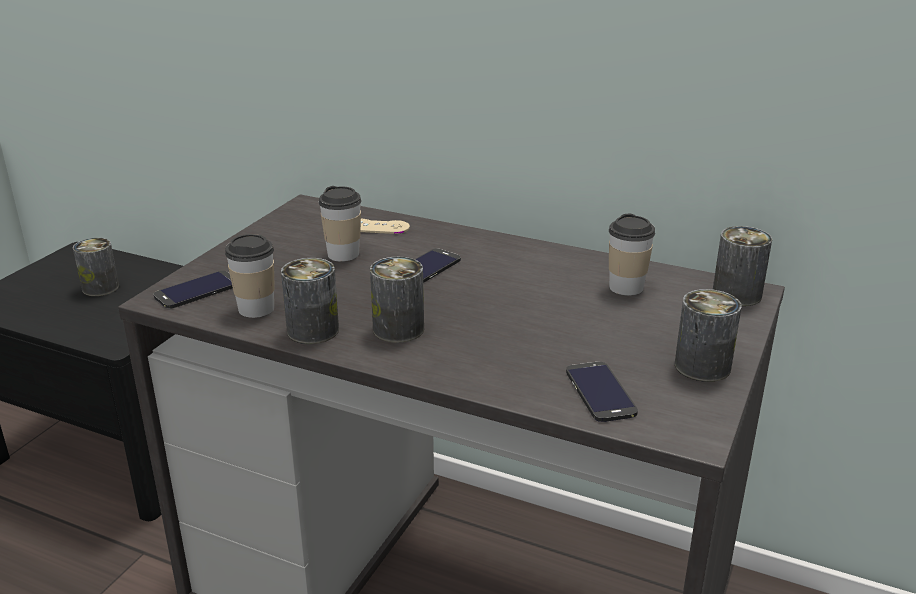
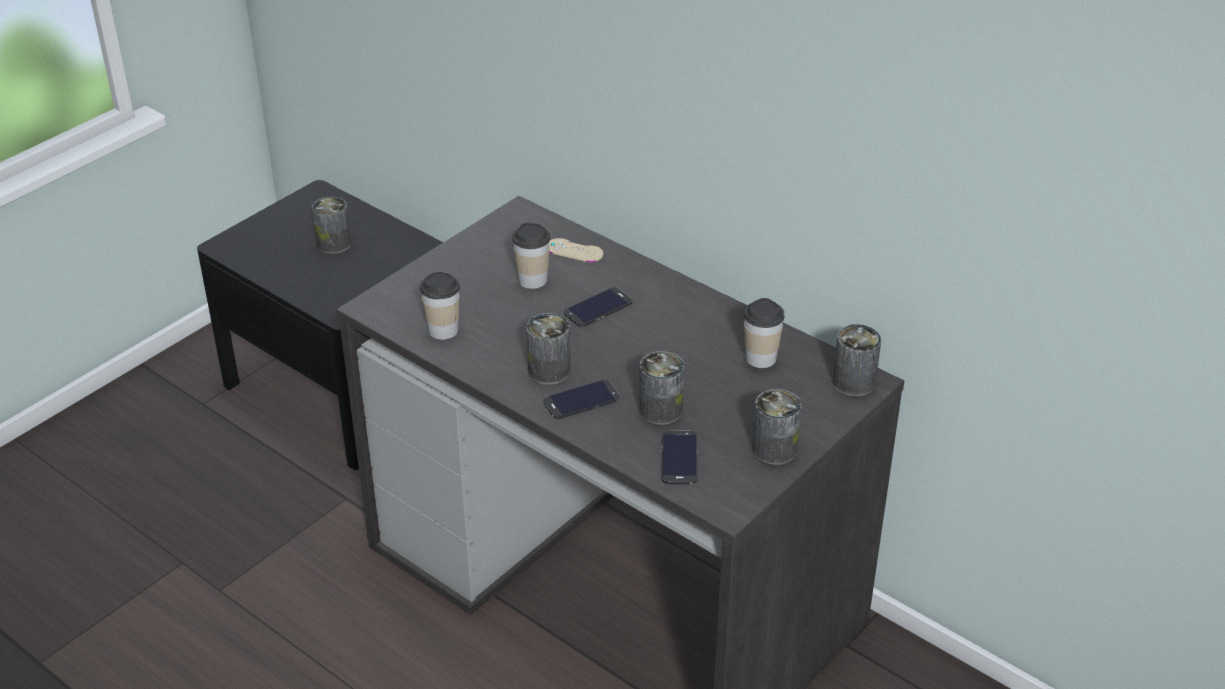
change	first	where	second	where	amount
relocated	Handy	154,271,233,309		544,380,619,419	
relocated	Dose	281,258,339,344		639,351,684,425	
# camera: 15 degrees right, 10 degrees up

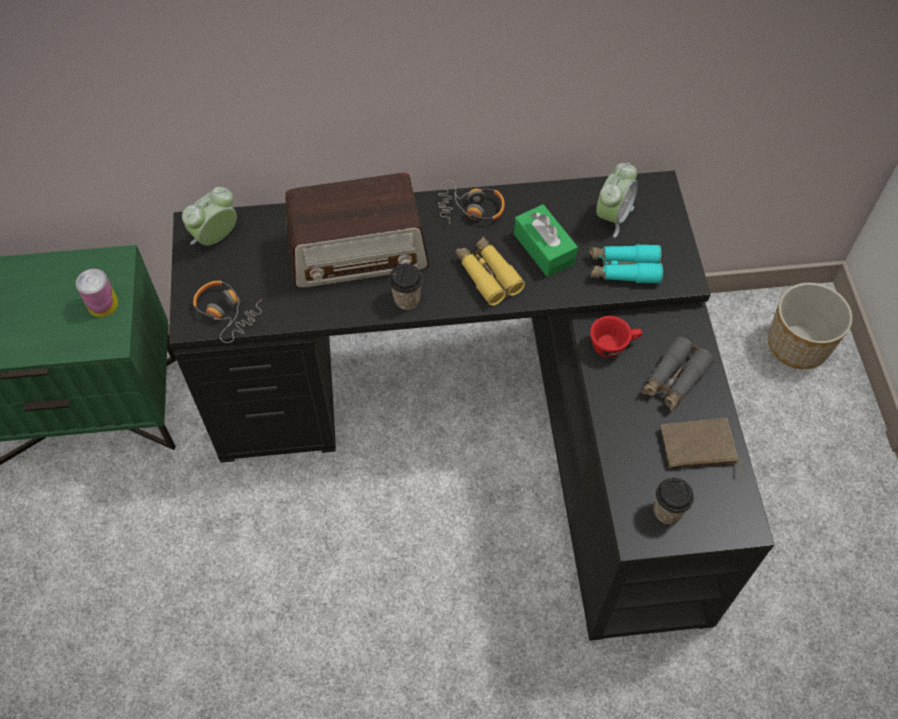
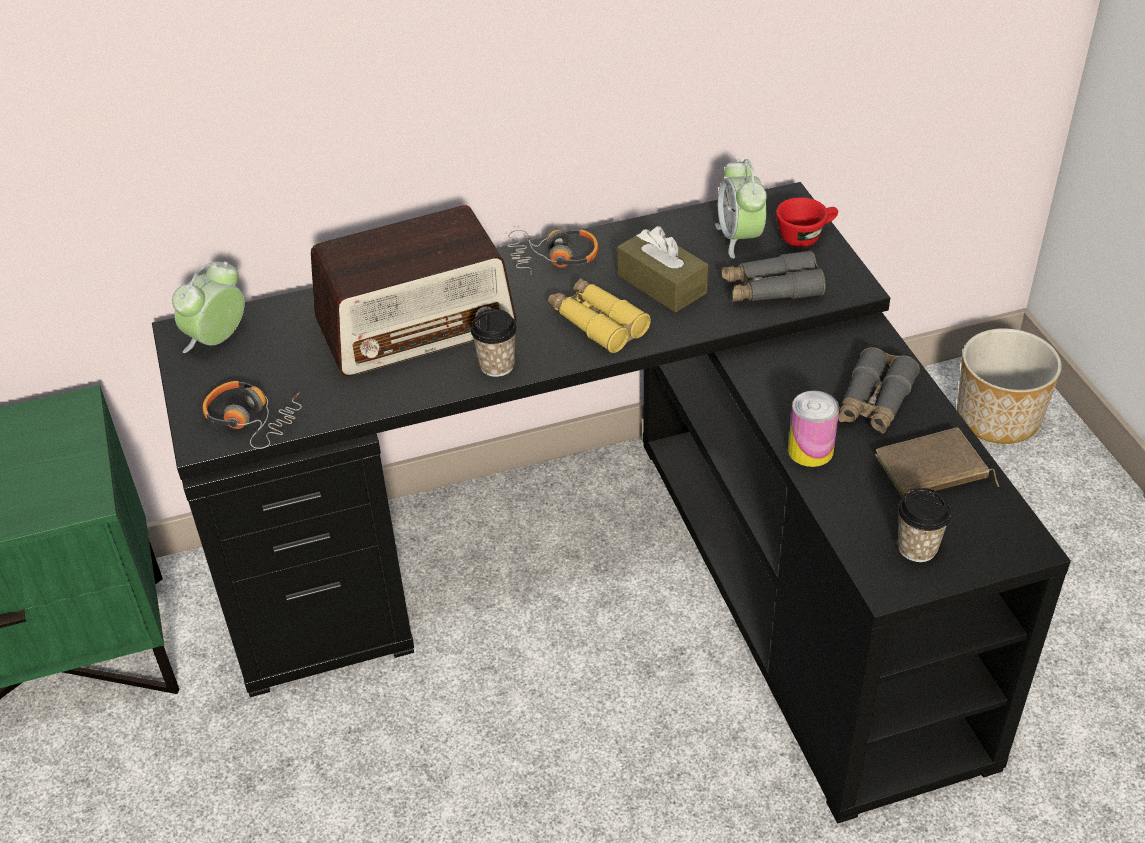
change	first	where	second	where	amount
relocated	Dose	76,269,118,317		788,391,839,467	
colour	Taschentuchbox (grün)	514,204,578,277	Taschentuchbox (braun)	617,226,708,312	
colour	Fernglas (türkis)	589,244,663,284	Fernglas (grau)	721,250,826,302	
relocated	Tasse (rot)	590,316,642,358		776,197,838,247	
spun	Wecker	596,163,638,238		715,159,767,259	150 degrees clockwise
# camera: 10 degrees left, 15 degrees down

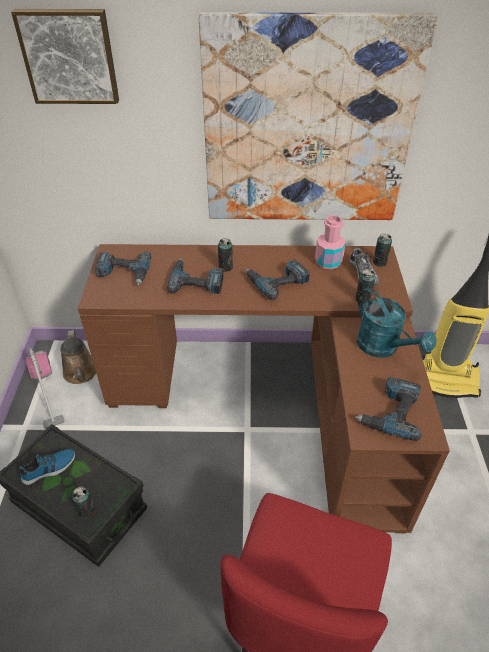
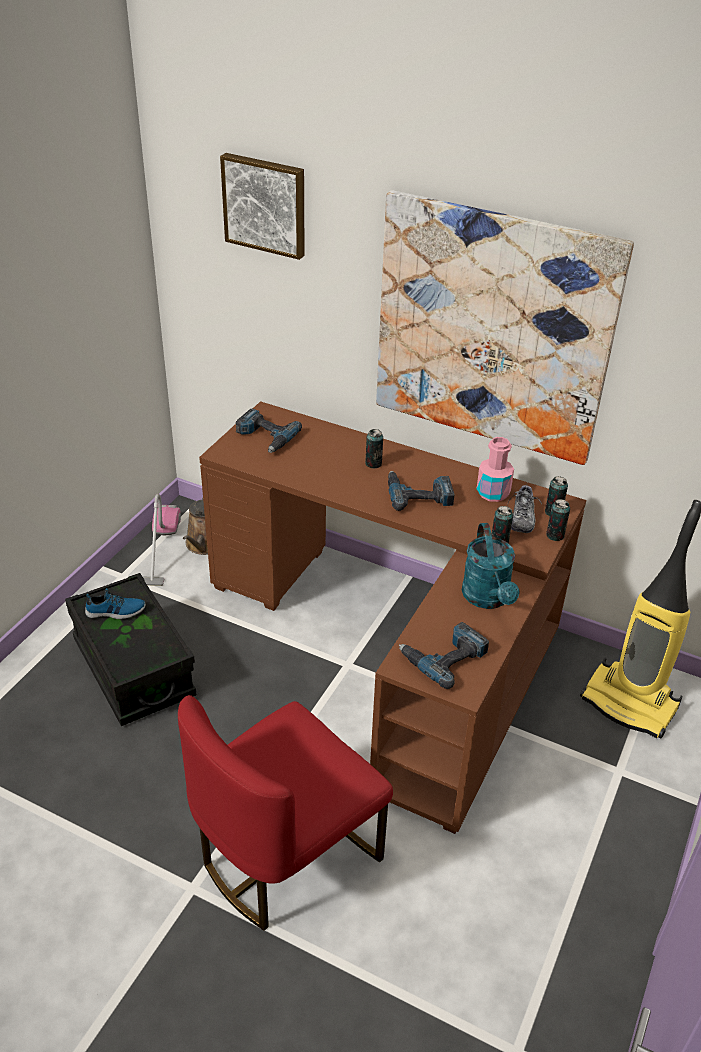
change	first	where	second	where	amount
relocated	Dose	72,487,95,519		546,499,570,541	
missing	Bohrmaschine	167,259,224,294			
# camera: 25 degrees right, 5 degrees down

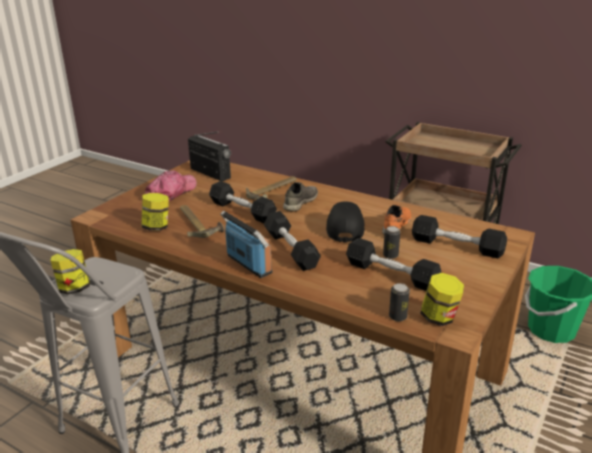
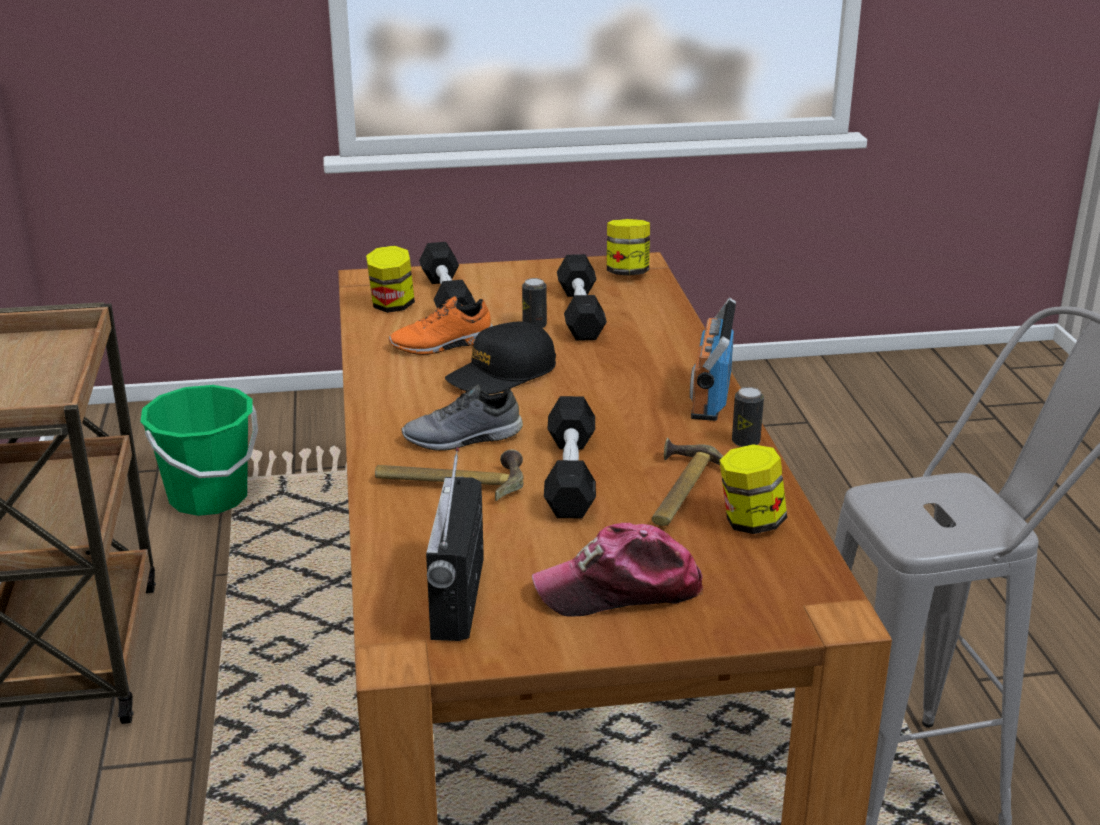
change	first	where	second	where	amount
relocated	Vorratsglas	50,249,90,294		366,246,415,313	
missing	Hantel (schwarz)	264,211,321,271			
relocated	Dose	389,283,410,321		732,387,764,447	
# camera: 130 degrees left, 0 degrees up

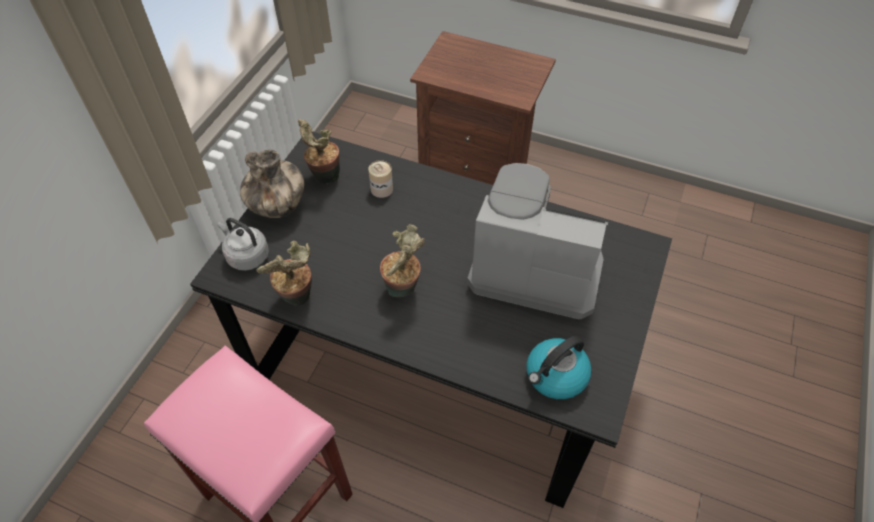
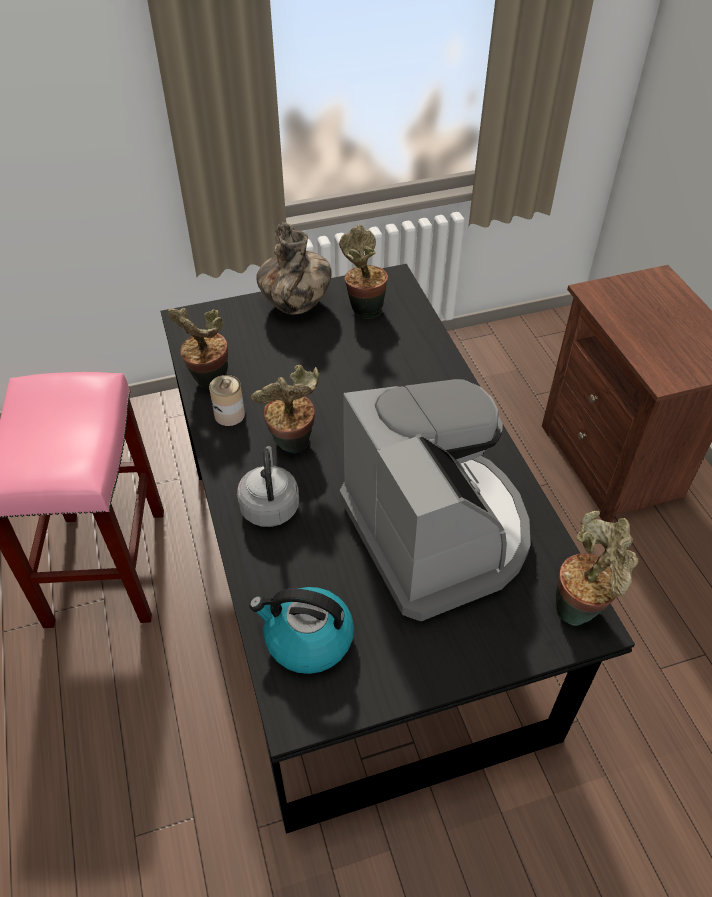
change	first	where	second	where	amount
relocated	Wasserkessel (grau)	218,218,269,271		237,446,299,527	
relocated	Dose	368,160,393,198		209,375,245,426	
appeared			Topfpflanze	555,511,638,626	
# camera: 50 degrees right, 5 degrees down

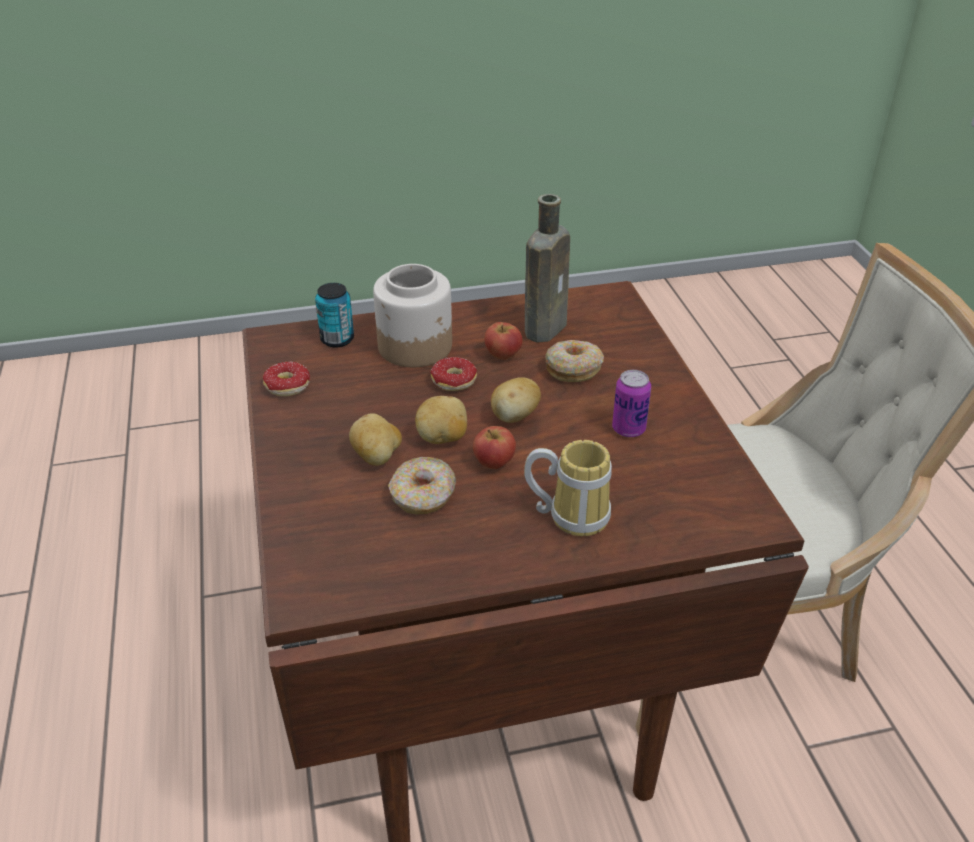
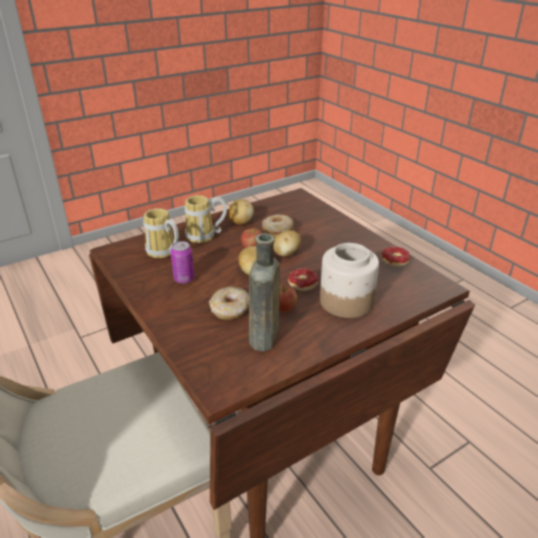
change	first	where	second	where	amount
missing	Dose	315,283,354,348			
relocated	Kartoffel	349,413,402,466		229,199,254,224	
appeared			Henkelbecher	143,208,179,258	
# camera: 160 degrees right, 5 degrees down

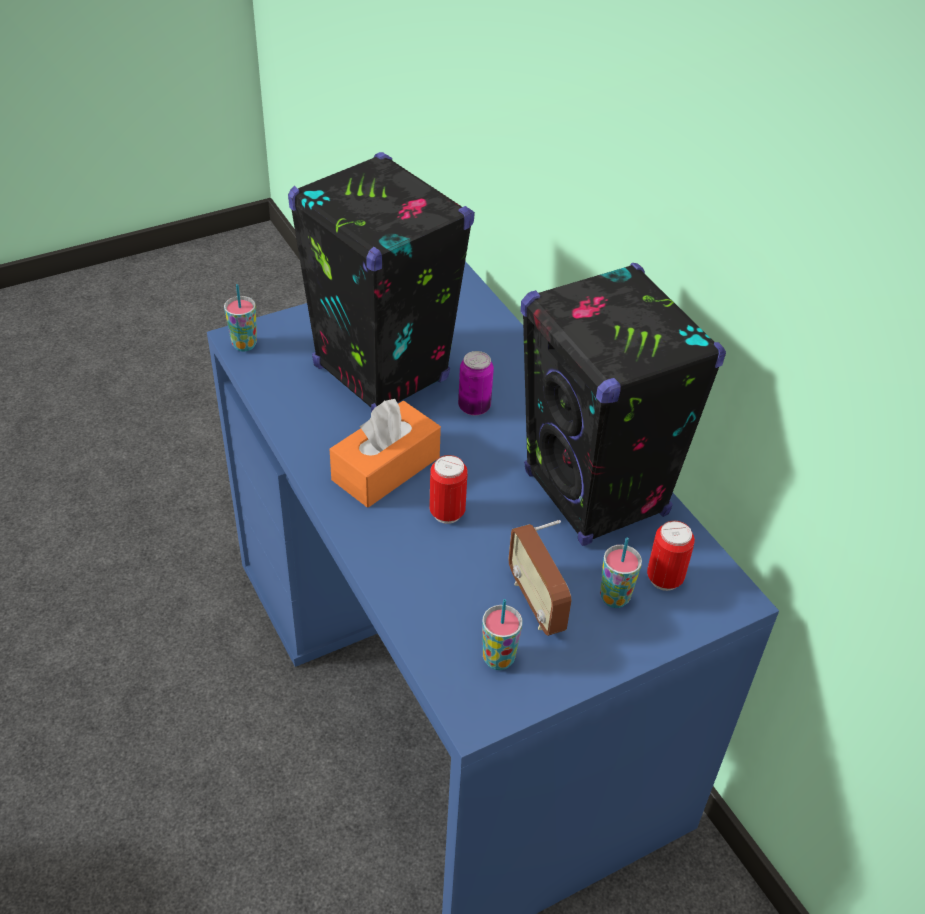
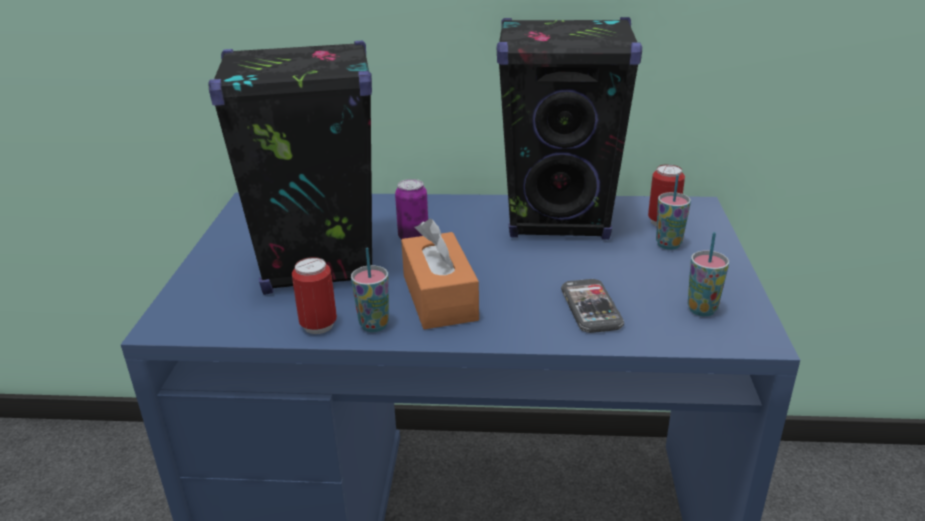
change	first	where	second	where	amount
relocated	Tasse	224,284,257,351		351,247,389,332	
relocated	Dose	429,455,468,524		292,257,337,334	
missing	Radio	508,520,572,636			
appeared			Handy	561,279,624,333	
# camera: 55 degrees left, 15 degrees down

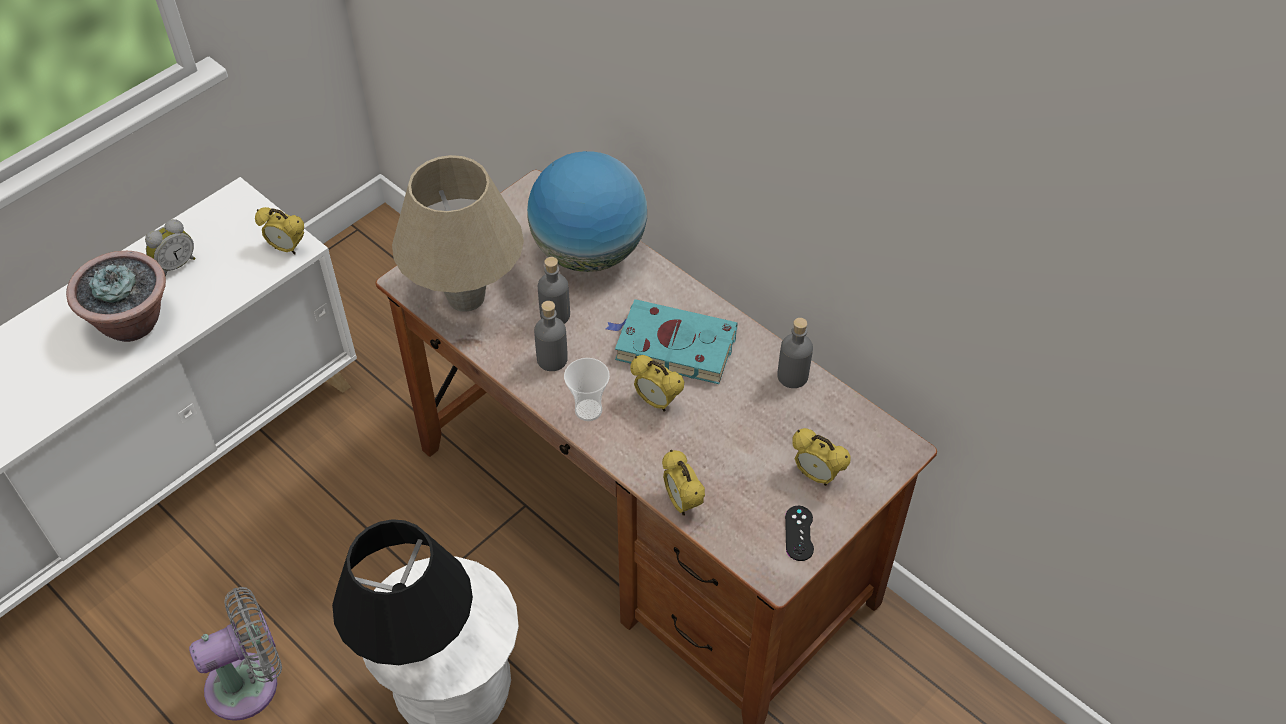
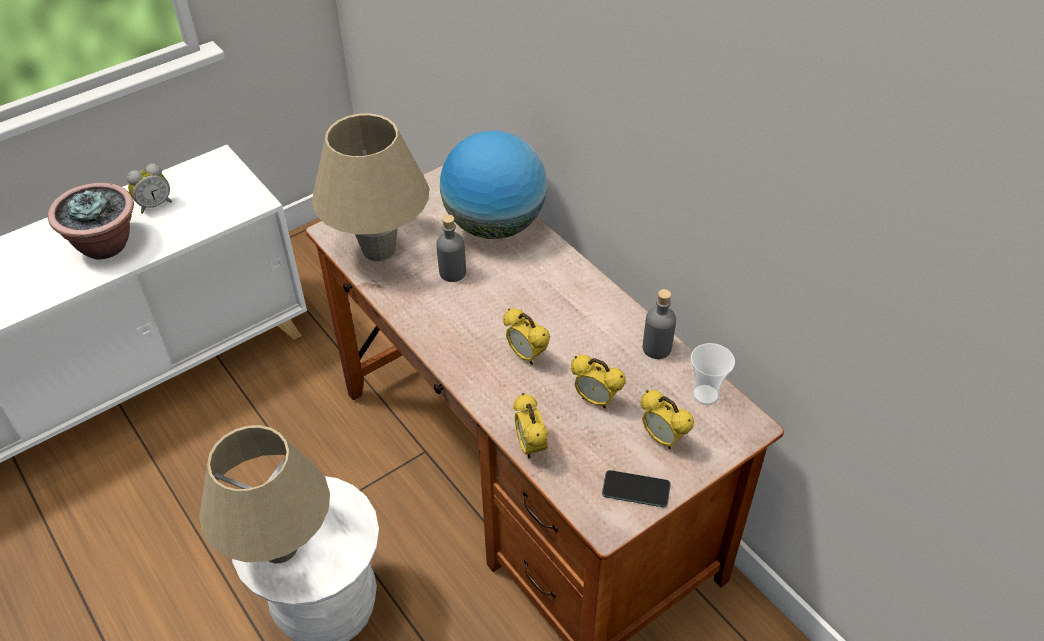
change	first	where	second	where	amount
missing	Ventilator (grau)	189,587,282,721			
relocated	Wecker	255,207,304,254		571,355,626,409	
colour	Tischlampe (schwarz)	332,519,473,665	Tischlampe (beige)	199,425,330,563	
missing	Flasche (grau)	534,301,568,371			
relocated	Tasse	564,358,610,421		691,343,735,405	
missing	Buch (türkis)	605,299,738,384			
exchanged	Gamepad (schwarz)	785,506,814,561	Handy	602,470,671,507	
# camera: 10 degrees right, 5 degrees down

